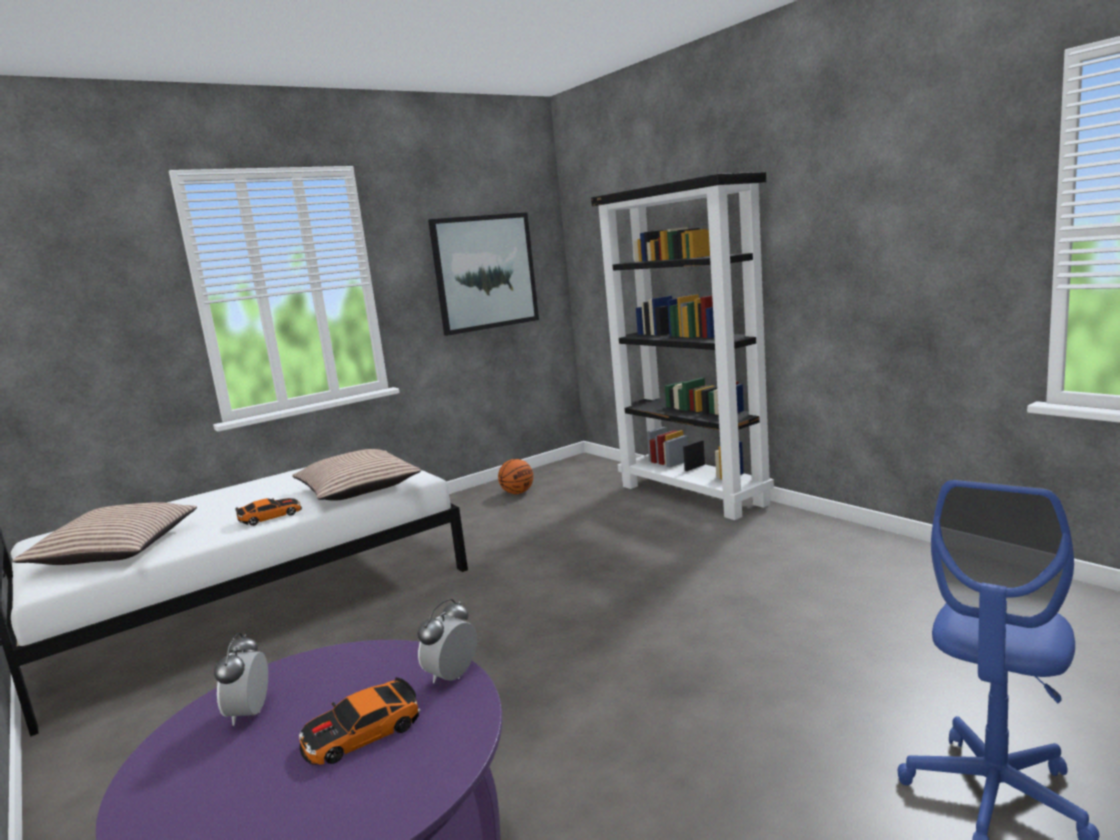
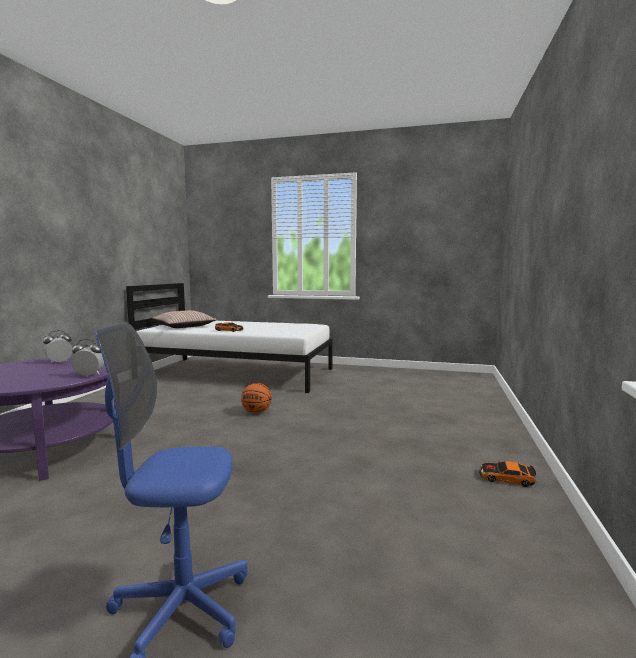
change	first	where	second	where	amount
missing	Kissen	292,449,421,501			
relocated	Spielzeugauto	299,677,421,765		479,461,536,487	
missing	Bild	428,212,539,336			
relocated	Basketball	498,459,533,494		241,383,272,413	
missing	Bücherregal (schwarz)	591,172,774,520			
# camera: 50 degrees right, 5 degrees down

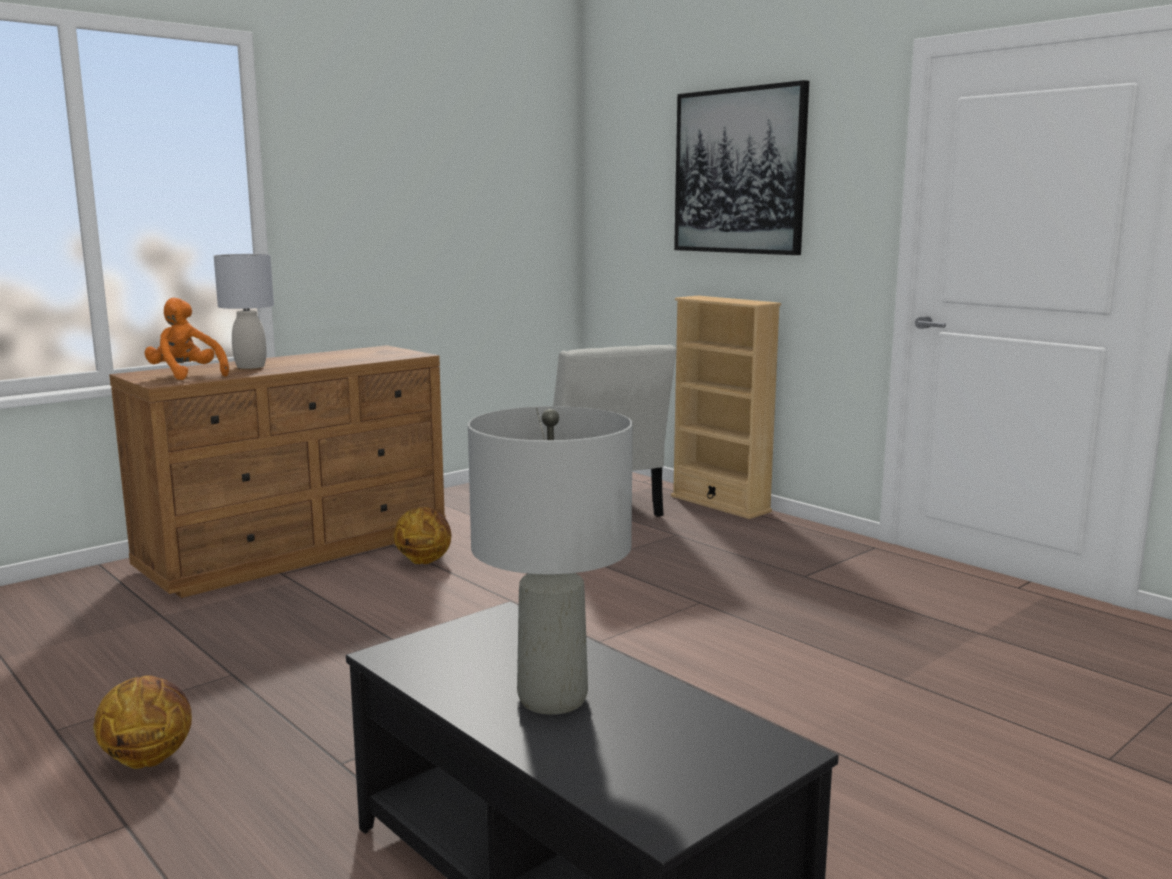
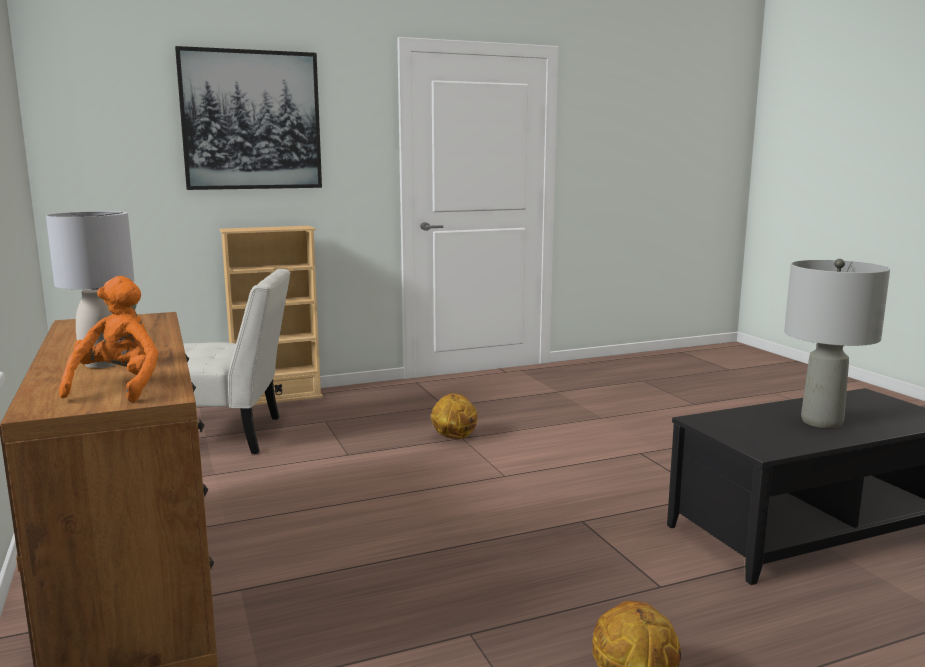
change	first	where	second	where	amount
spun	Plüschtier (orange)	144,297,229,380		59,276,158,402	120 degrees clockwise
relocated	Basketball	393,507,451,564		431,393,478,439	
# camera: 70 degrees left, 0 degrees up

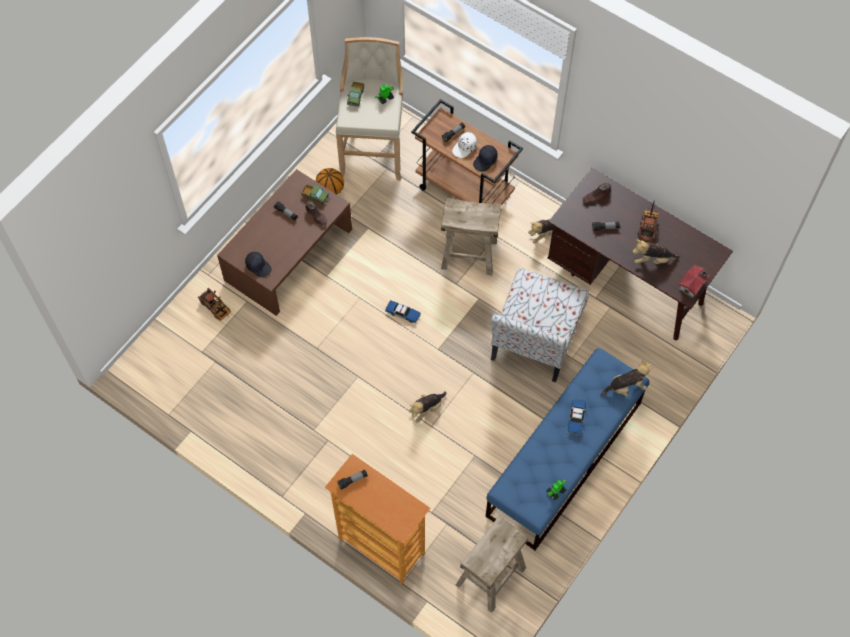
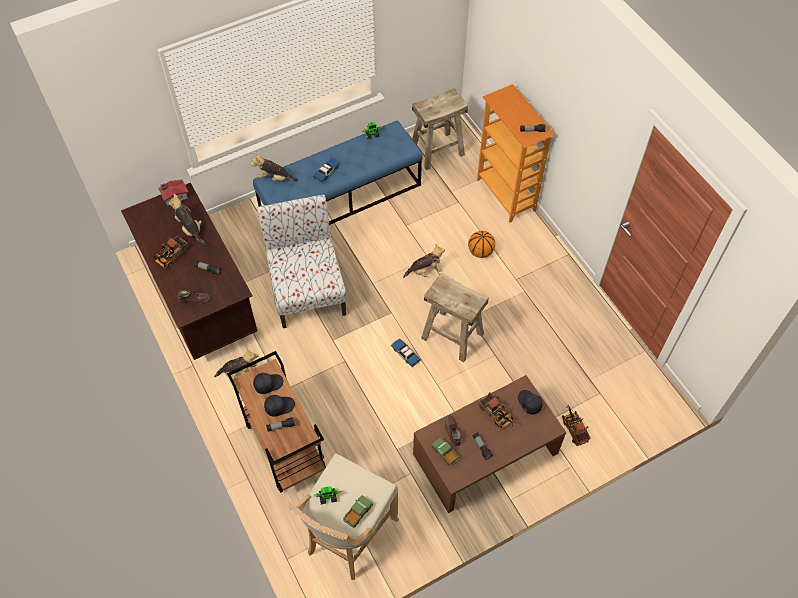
change	first	where	second	where	amount
relocated	Basketball	316,168,344,195		468,231,495,258	
relocated	Hocker (beige)	441,198,502,275		421,272,489,362	
colour	Kappe (weiß)	452,132,477,158	Kappe (schwarz)	264,395,295,417	
spun	Stuhl	491,268,589,382		257,195,347,328	60 degrees counterclockwise
spun	Plüschtier	632,239,680,264		169,194,206,245	150 degrees counterclockwise
appeared			Spielzeuglaster	478,392,513,429	
# camera: 155 degrees left, 5 degrees down

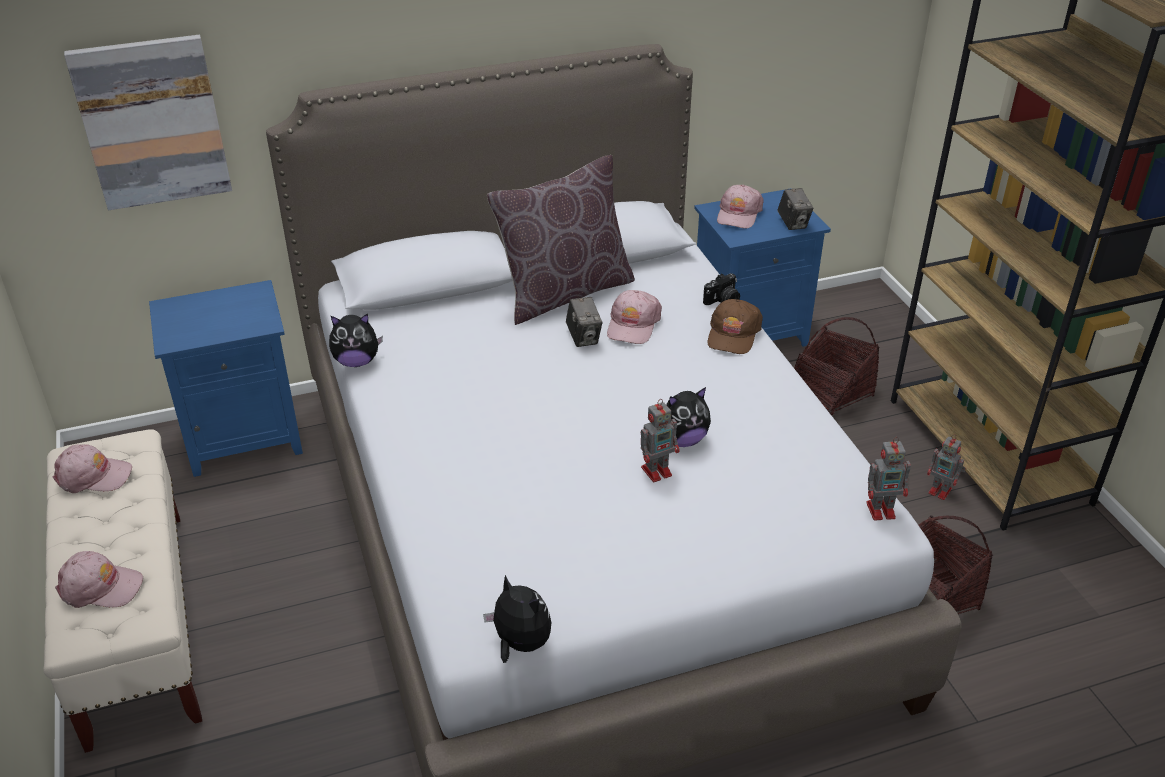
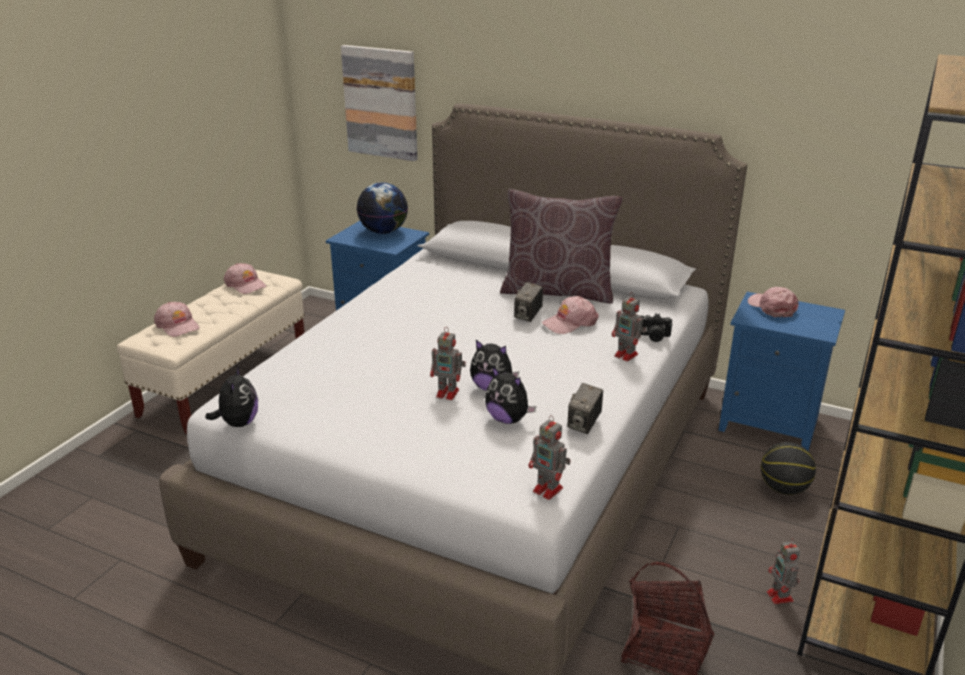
change	first	where	second	where	amount
relocated	Plüschtier	329,314,383,367		485,367,536,424	
exchanged	Kappe (braun)	708,299,763,354	Spielzeugroboter	612,292,646,361	
spun	Kappe (rosa)	717,185,764,228		748,287,799,317	90 degrees clockwise
relocated	Kamera	777,188,813,230		567,383,603,434	
exchanged	Korb	794,317,880,416	Basketball	761,442,816,495	
appeared			Globus	357,182,408,234	
# camera: 45 degrees right, 10 degrees down

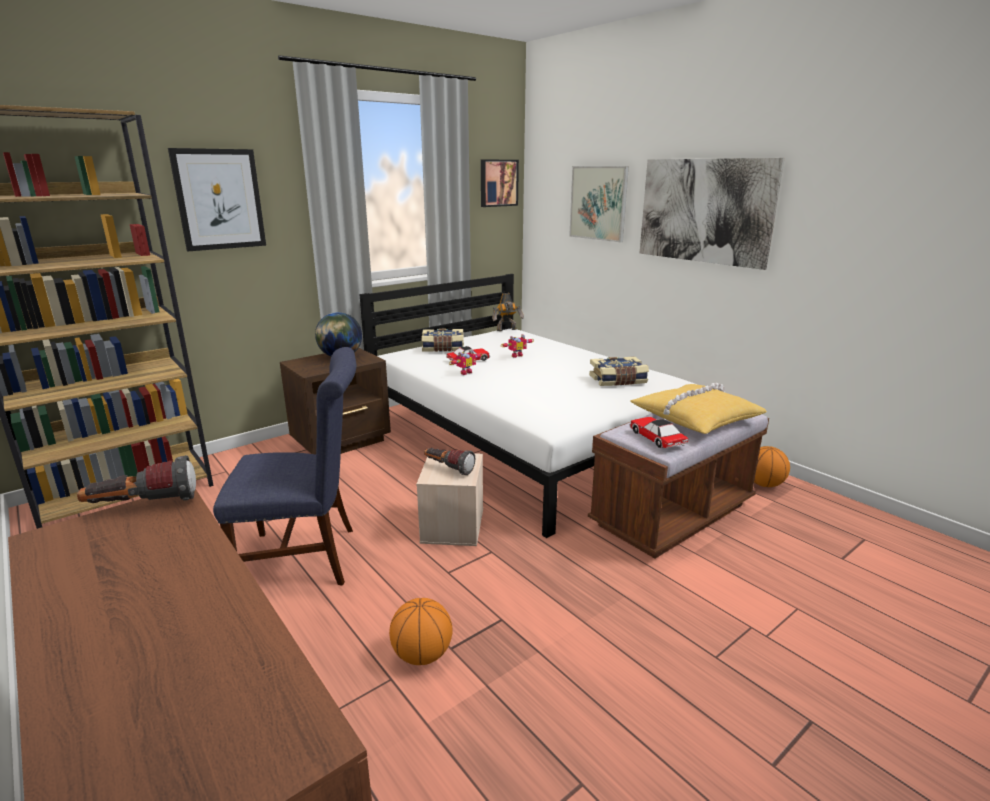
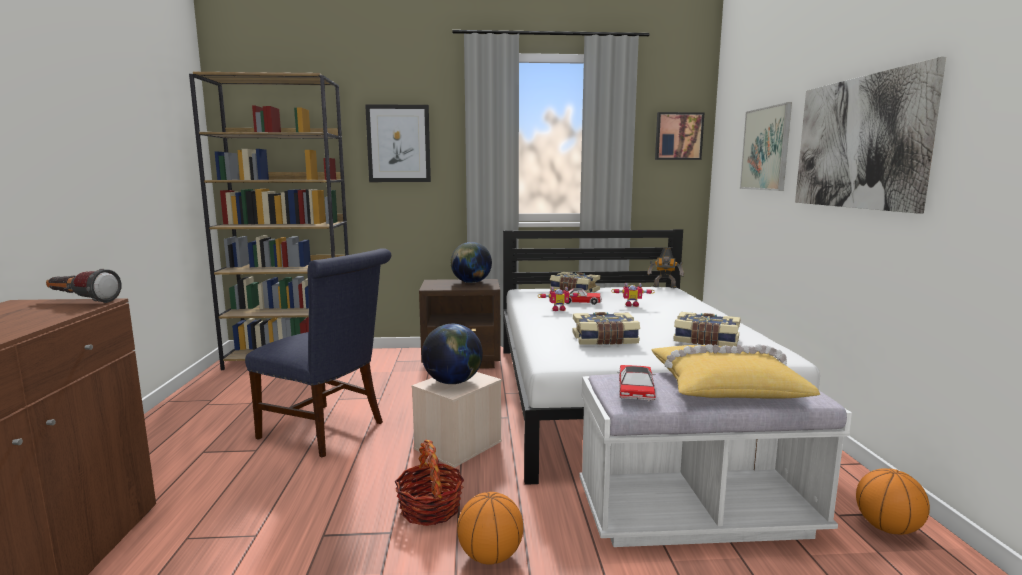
change	first	where	second	where	amount
relocated	Basketball	389,598,452,665		457,492,523,565	
exchanged	Taschenlampe	424,448,475,475	Globus	422,324,483,384	
colour	Bank (braun)	588,413,769,558	Bank (weiß)	579,372,852,547	
appeared			Korb	395,440,464,526	
appeared			Buch	572,312,640,345	
# camera: 35 degrees right, 10 degrees down

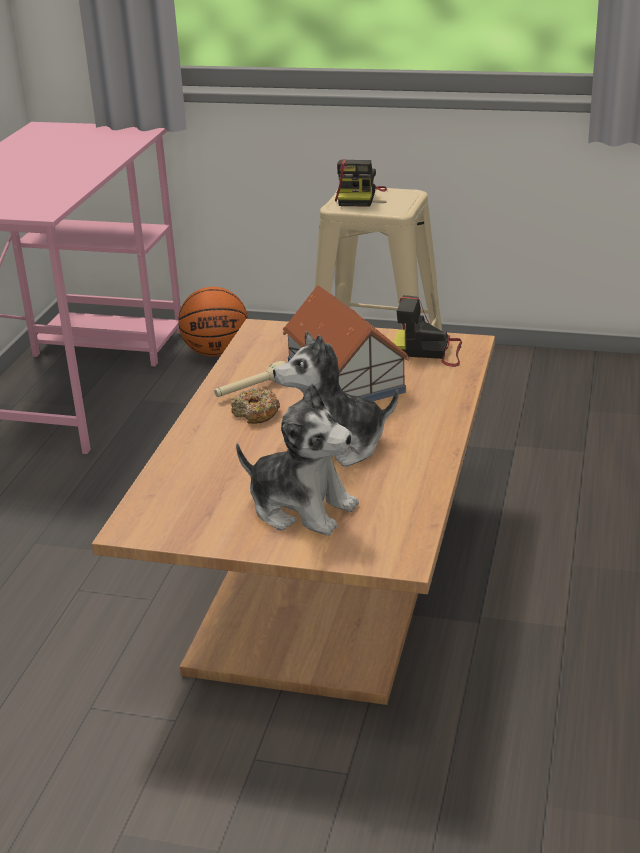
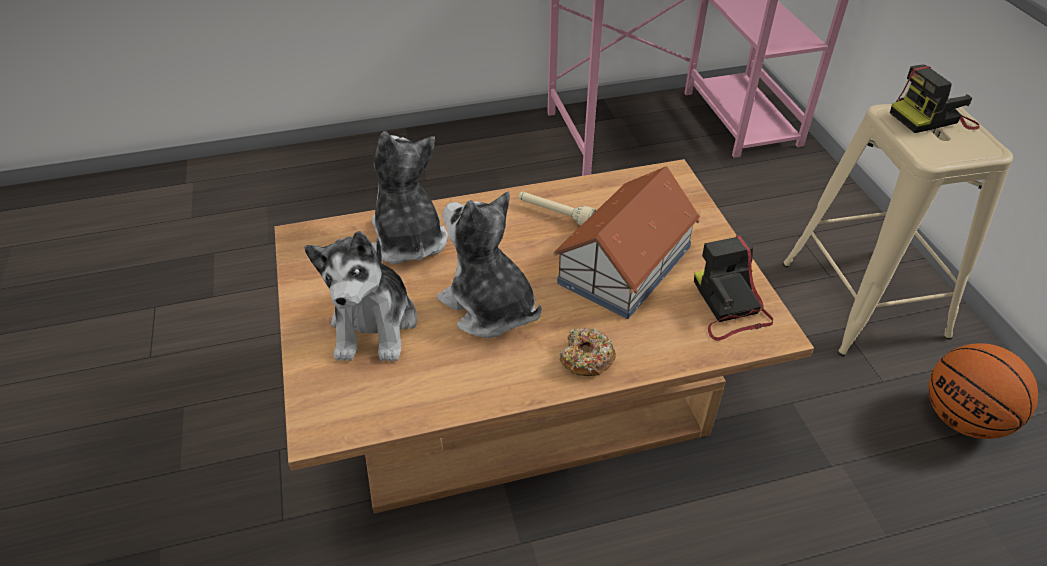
change	first	where	second	where	amount
relocated	Basketball	178,287,248,357		928,343,1038,439	
relocated	Donut	231,388,280,424		559,328,616,376	
appeared			Plüschtier	371,131,448,264	
# camera: 60 degrees right, 15 degrees up

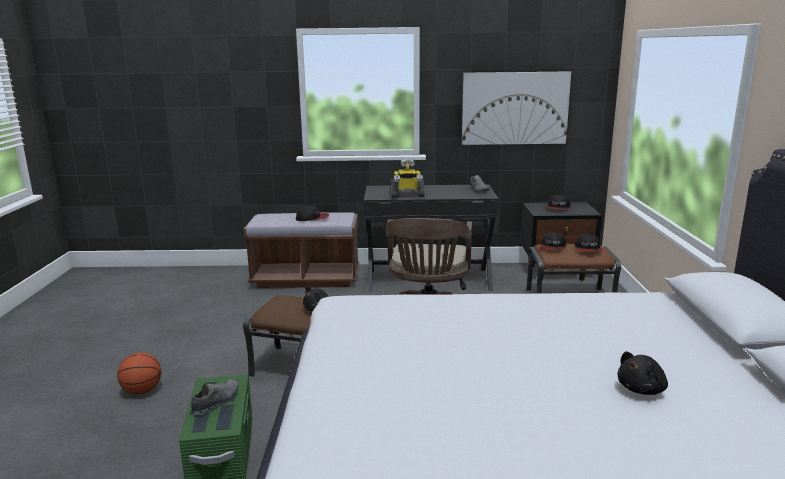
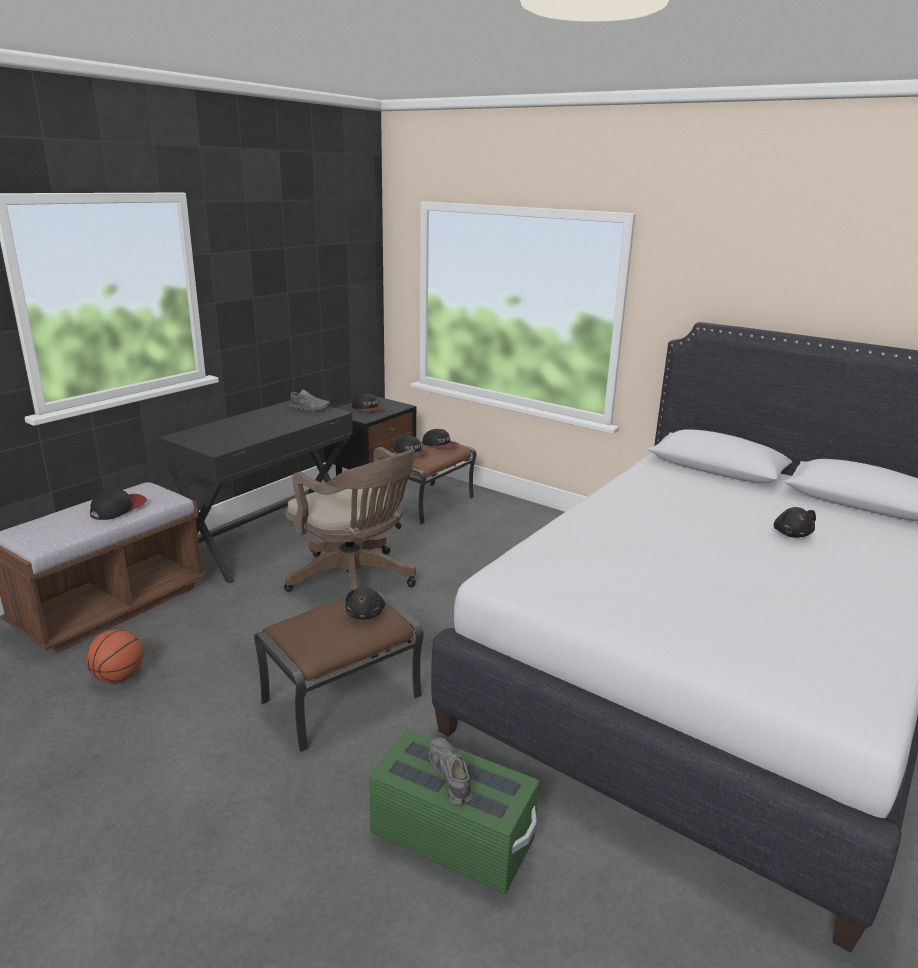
change	first	where	second	where	amount
relocated	Basketball	117,352,161,394		86,630,143,683	
missing	Spielzeugroboter	391,159,425,198			
missing	Bild	462,71,571,145			
# camera: 55 degrees left, 5 degrees up

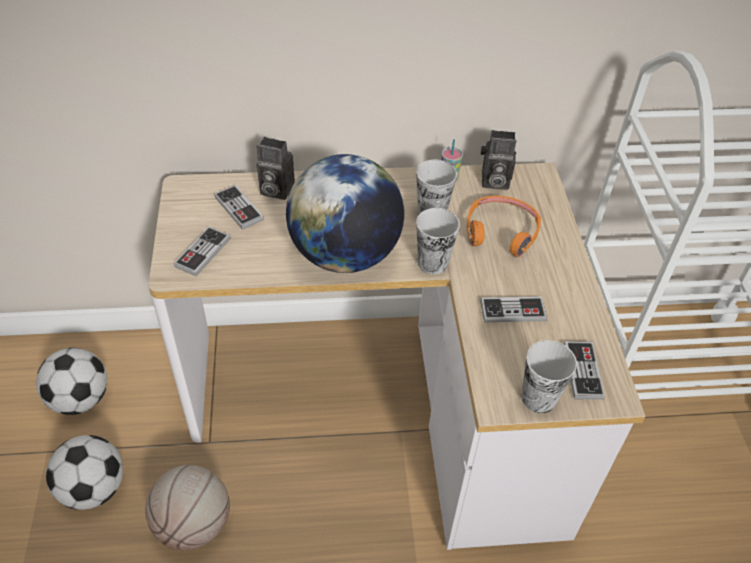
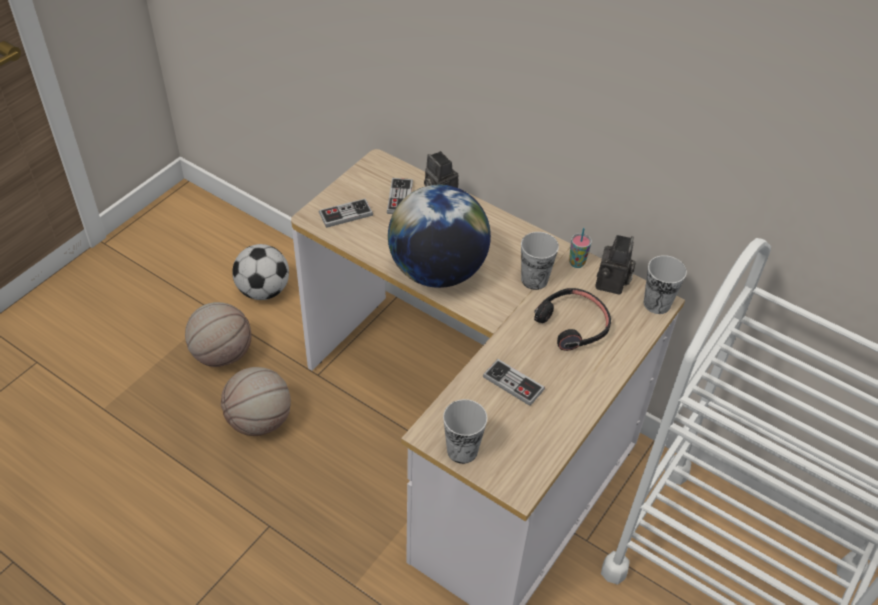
change	first	where	second	where	amount
exchanged	Fußball	46,435,123,510	Basketball	185,302,251,367	
relocated	Tasse	416,208,460,274		644,255,687,314	
colour	Kopfhörer (orange)	467,196,541,258	Kopfhörer (schwarz)	534,288,611,351	
spun	Kamera	481,130,516,190		595,235,636,294	120 degrees counterclockwise
missing	Gamepad	564,341,605,400			
# camera: 40 degrees right, 0 degrees up

